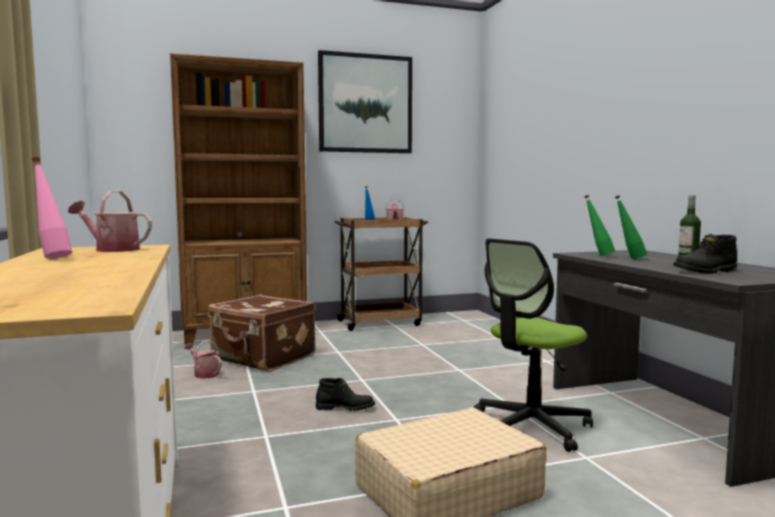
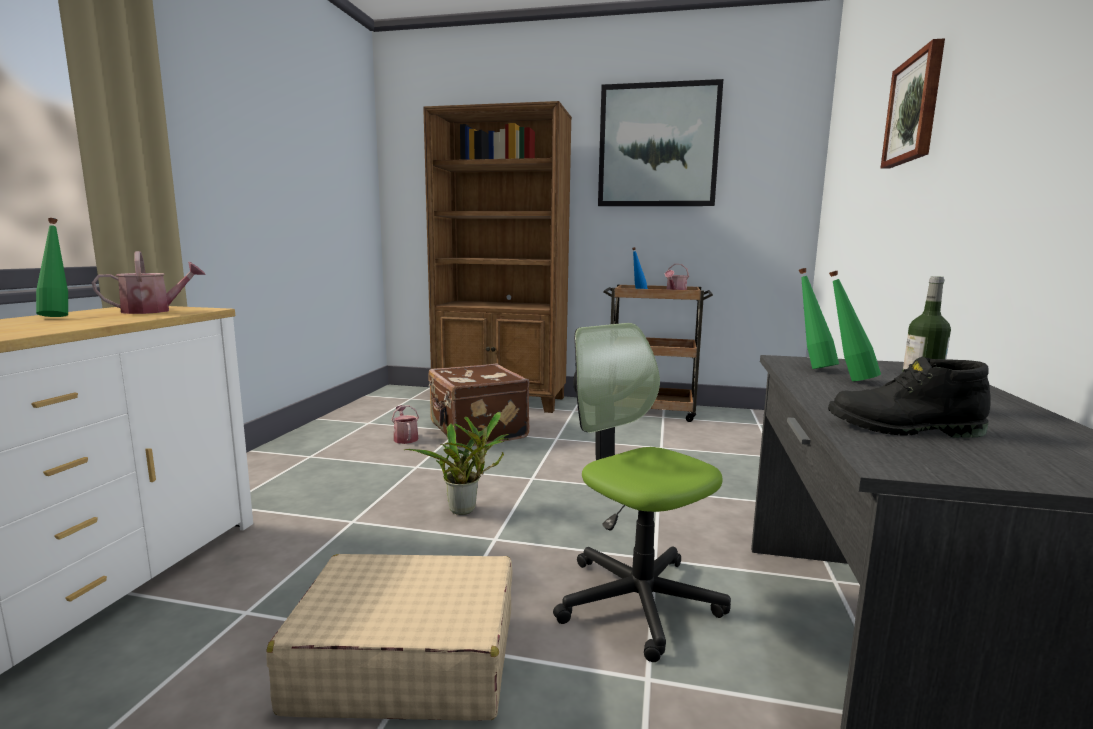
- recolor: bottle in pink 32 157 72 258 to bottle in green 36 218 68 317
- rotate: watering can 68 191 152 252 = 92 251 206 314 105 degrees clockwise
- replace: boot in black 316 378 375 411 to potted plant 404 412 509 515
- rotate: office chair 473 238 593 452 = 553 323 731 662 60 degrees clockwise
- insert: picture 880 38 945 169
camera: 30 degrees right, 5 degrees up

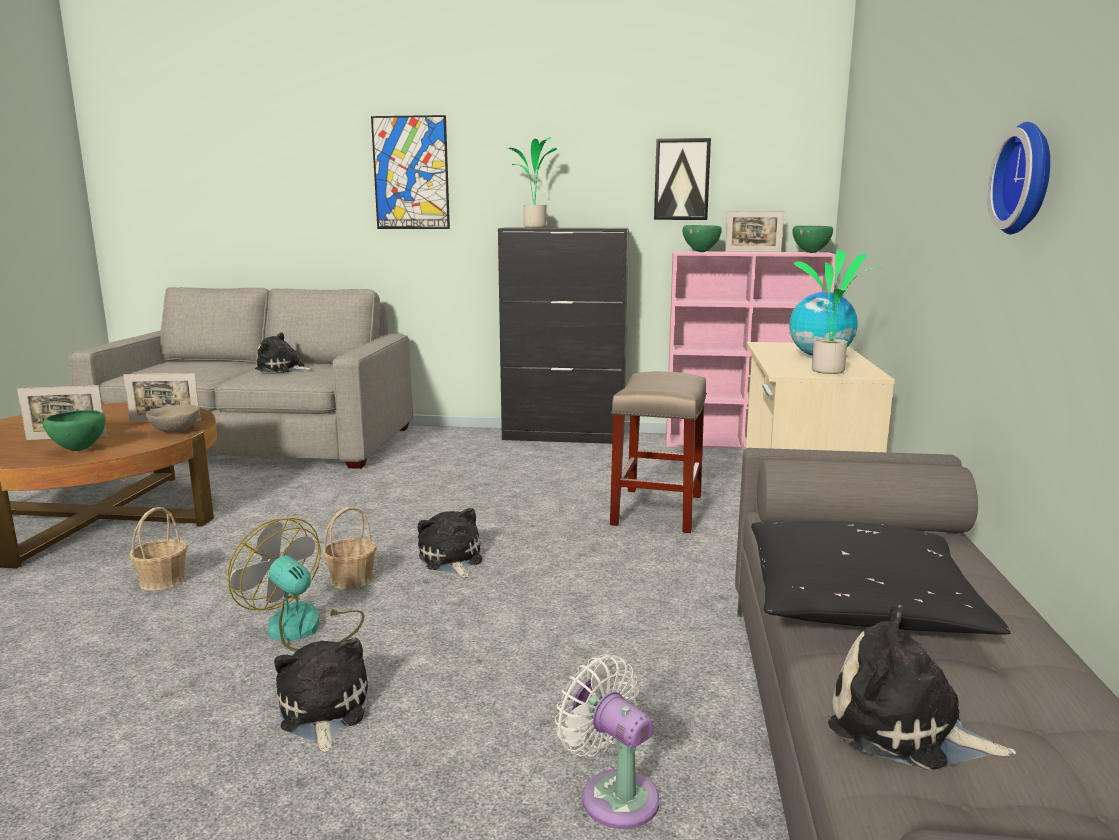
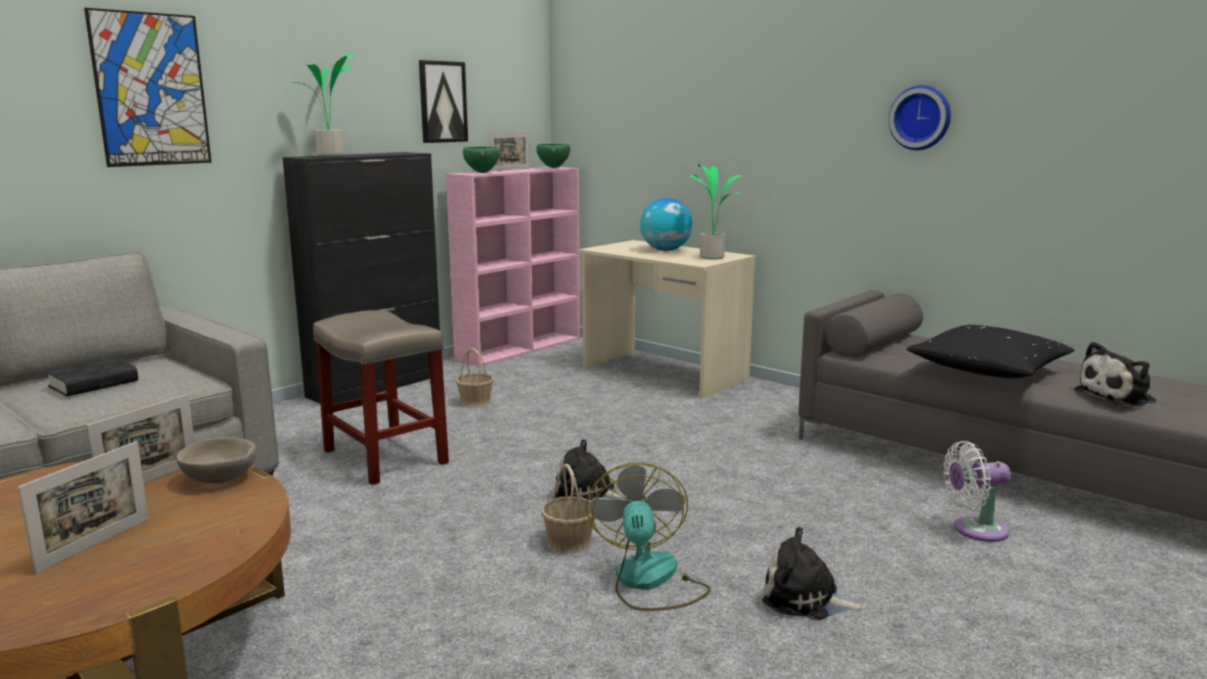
- replace: plush toy 255 332 314 373 to book in black 46 358 138 396
- move: stool in beige 610 371 707 533 to 313 310 449 485
- move: basket 129 507 188 591 to 456 348 494 407
- rotate: fan 228 518 364 651 = 586 462 711 611 105 degrees clockwise
- delete: bowl in green 43 410 105 451
camera: 55 degrees left, 0 degrees up

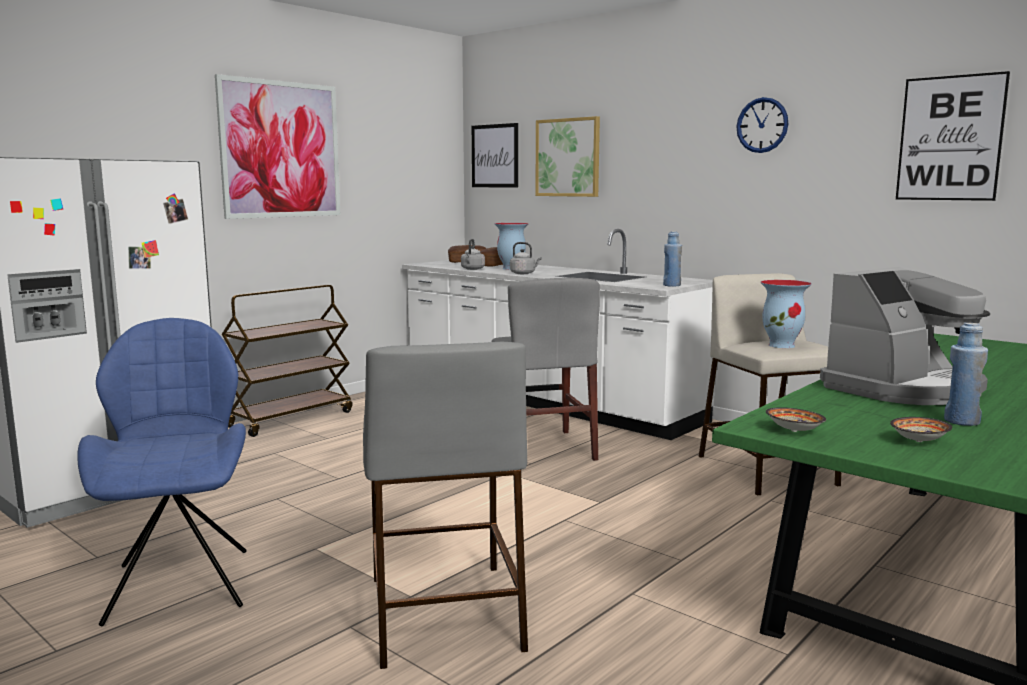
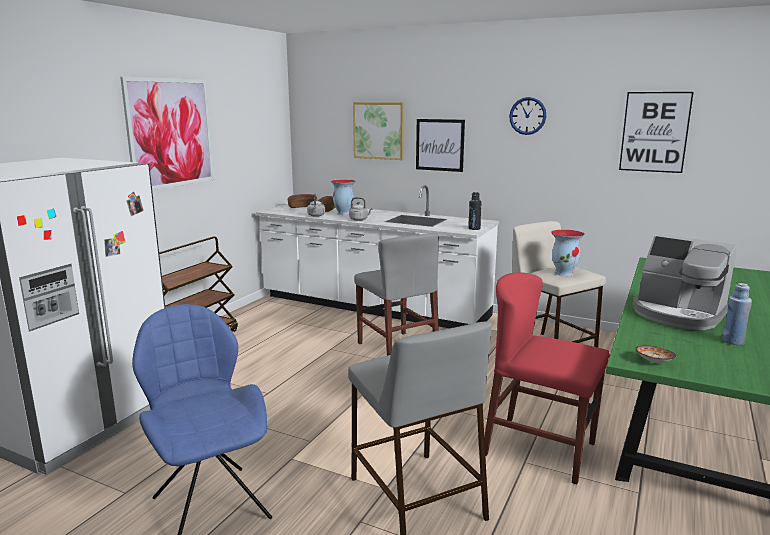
- move: picture 472 123 518 188 to 416 119 465 172
- recolor: bottle in blue 663 231 682 287 to bottle in black 468 192 481 230
- insert: chair in red 484 273 610 484
- rotate: coffee machine 820 267 990 405 = 633 234 737 330 90 degrees clockwise
- delete: bowl 890 417 952 442
camera: 15 degrees left, 5 degrees up

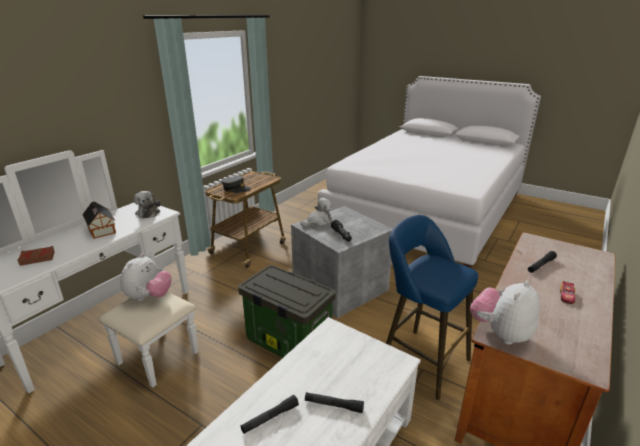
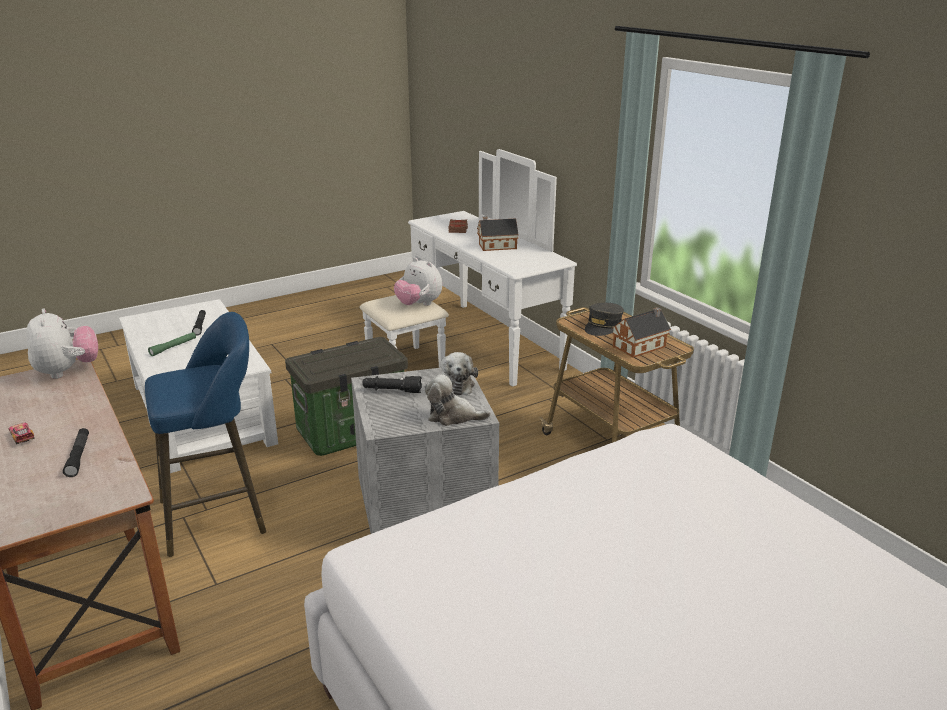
- recolor: flashlight in black 305 392 364 413 to flashlight in green 148 332 196 356
- move: plush toy 134 191 160 219 to 425 374 491 426
- insert: toy house 612 307 671 358
camera: 115 degrees right, 0 degrees up

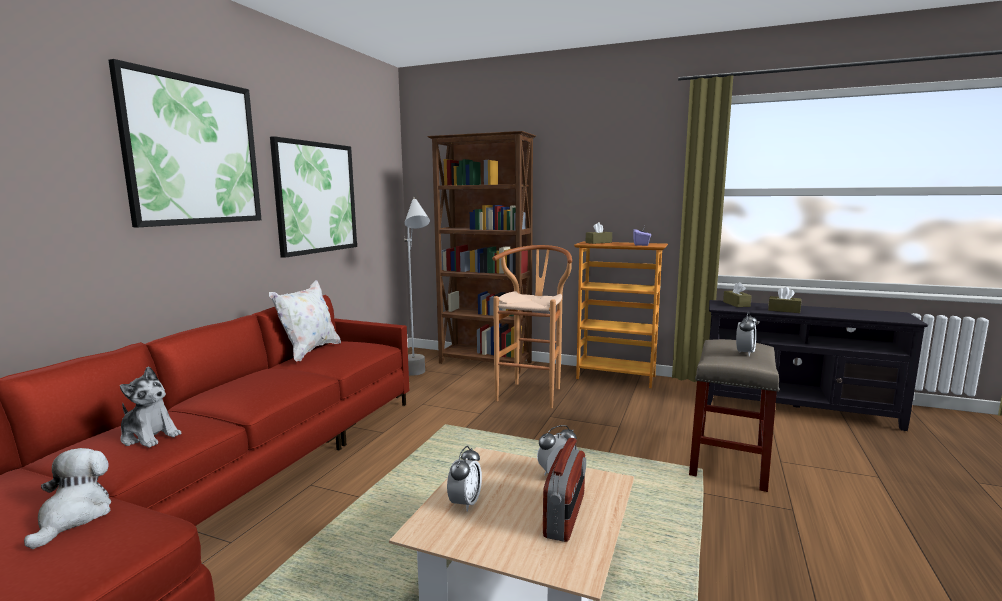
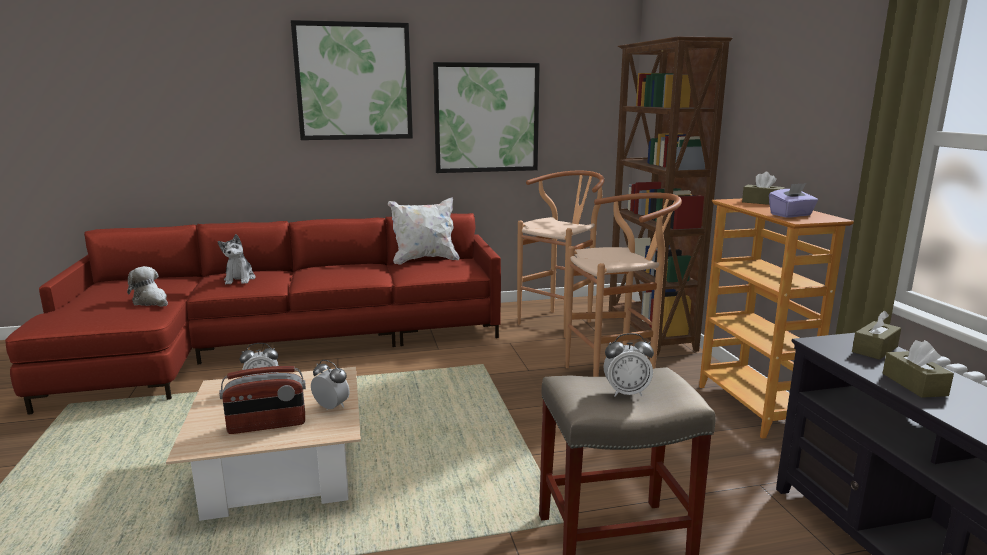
- rotate: plush toy 24 448 111 549 = 127 266 168 307 105 degrees counterclockwise
- replace: floor lamp in grey 404 197 430 376 to stool in brown 517 171 604 338
camera: 55 degrees right, 5 degrees up

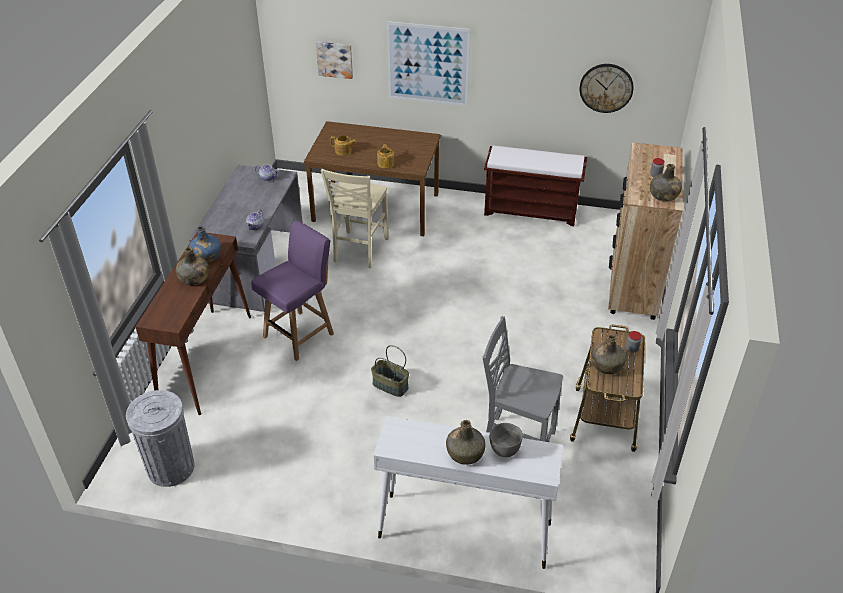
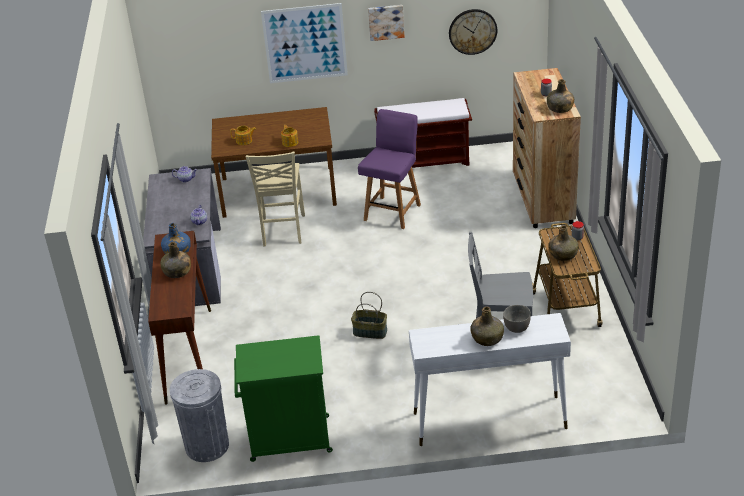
- insert: cabinet in green 234 335 333 462
- move: chair in purple 251 220 334 361 to 358 109 421 229
- move: picture 316 42 353 79 to 368 5 405 41
camera: 15 degrees left, 5 degrees down

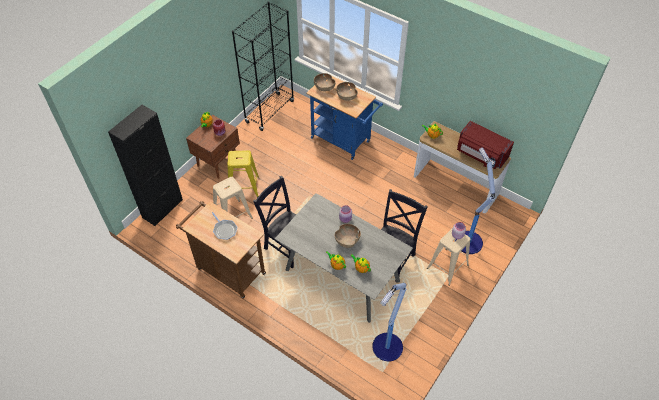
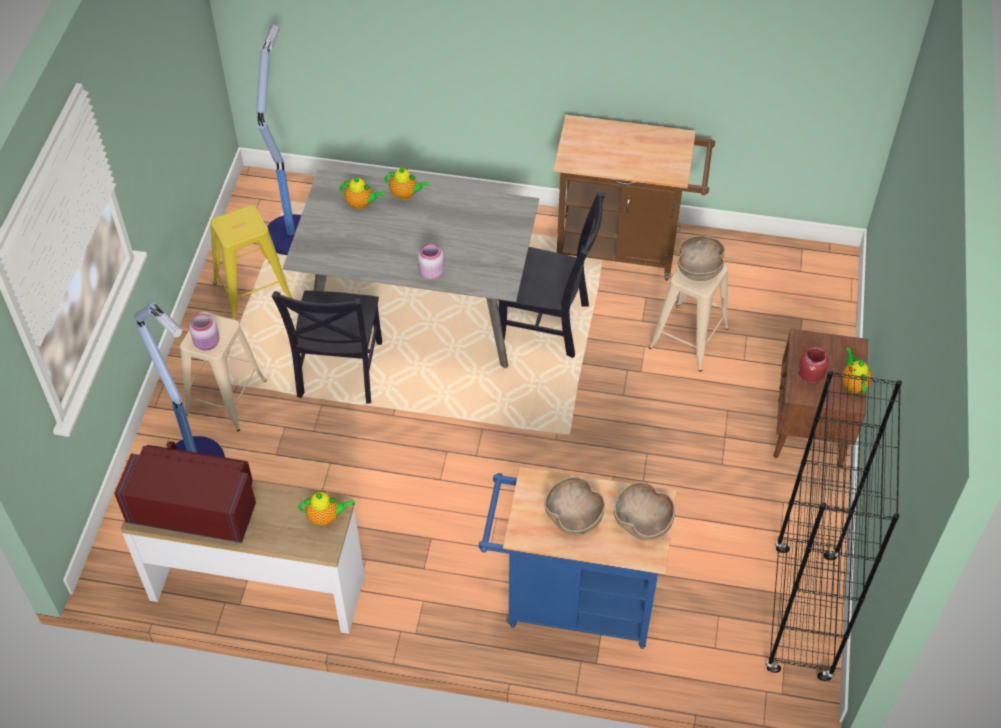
- move: stool in yellow 227 150 259 197 to 210 205 292 320
- move: bowl in brown 335 224 361 248 to 678 235 725 281
- delete: cabinet in black 108 105 183 226
- delete: frying pan 212 212 237 240
camera: 155 degrees right, 0 degrees up

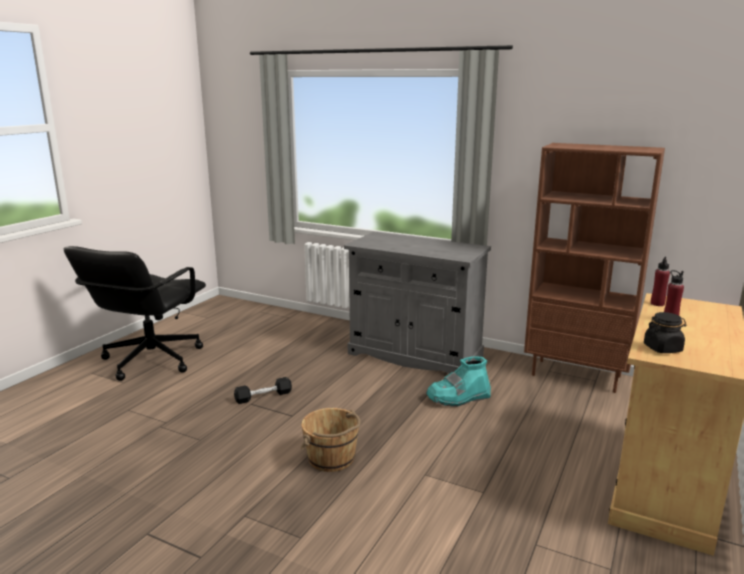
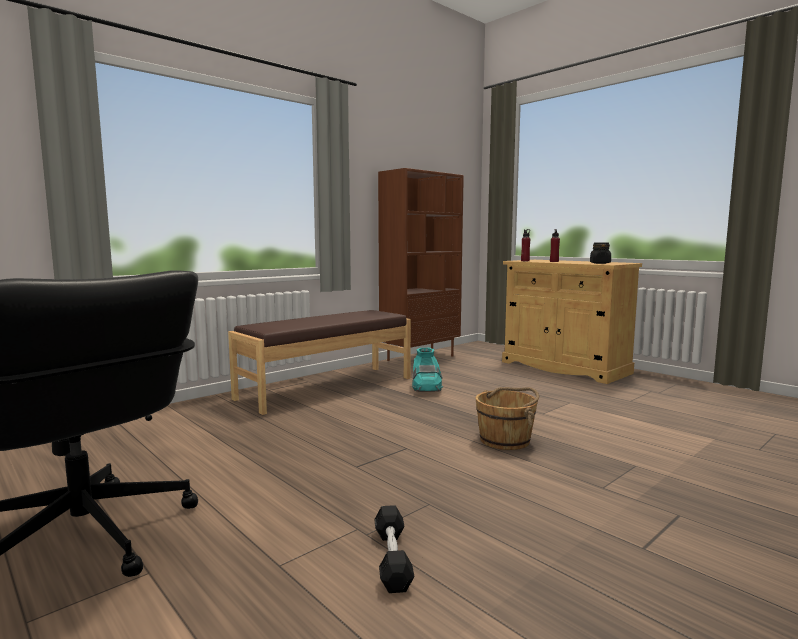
- replace: cabinet in grey 344 232 491 374 to bench in brown 228 310 411 415
- move: dumbbell in black 234 377 292 404 to 374 505 415 593
camera: 70 degrees left, 10 degrees down

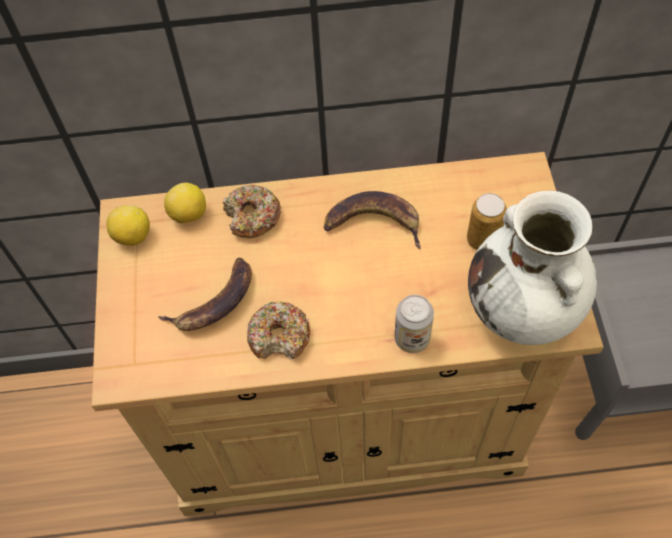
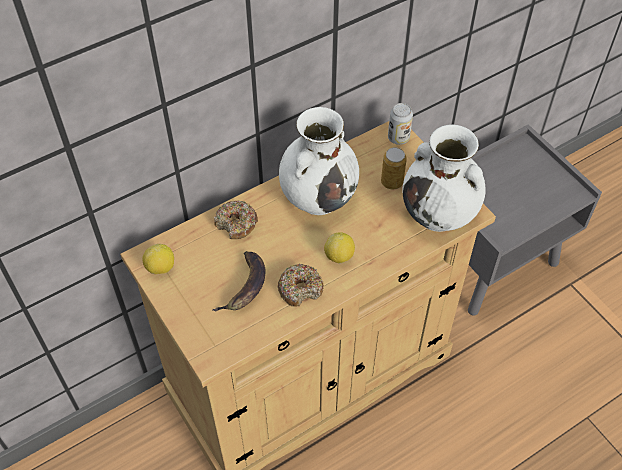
- replace: banana 324 191 421 249 to vase in white 279 107 359 215
- move: lemon 164 183 206 223 to 324 232 355 264
- move: can 395 295 434 353 to 388 103 413 145
camera: 30 degrees left, 5 degrees down

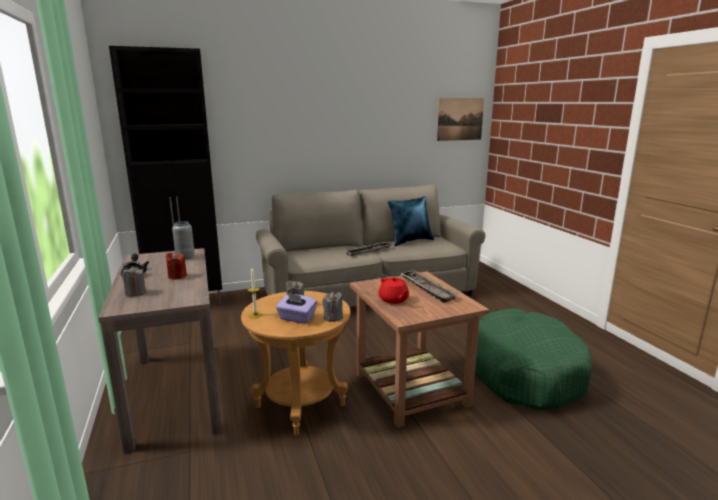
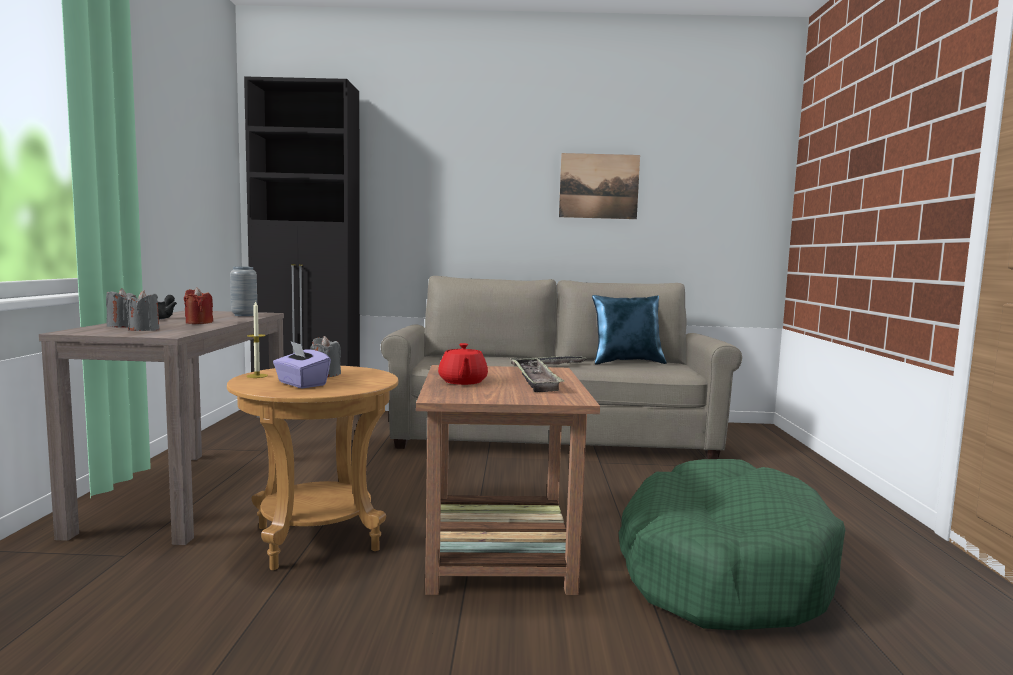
- move: candle in grey 323 292 343 322 to 127 291 159 331
- move: picture 437 98 484 141 to 559 153 640 219
camera: 20 degrees right, 10 degrees down

